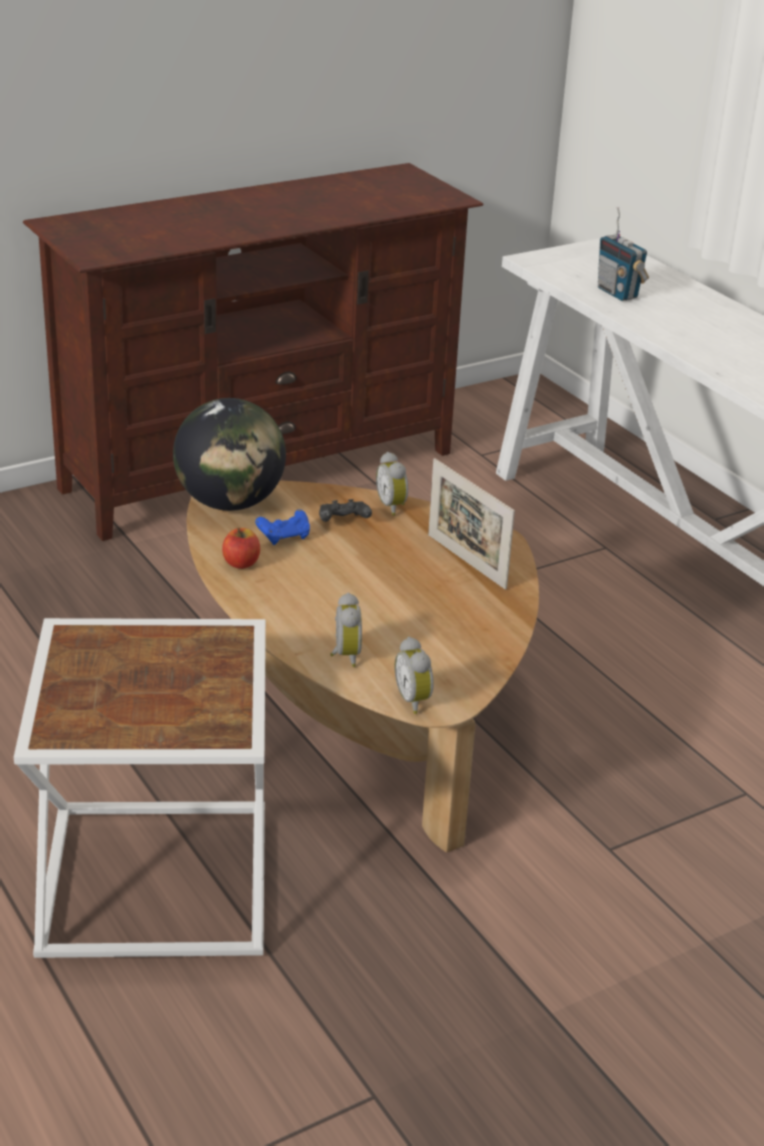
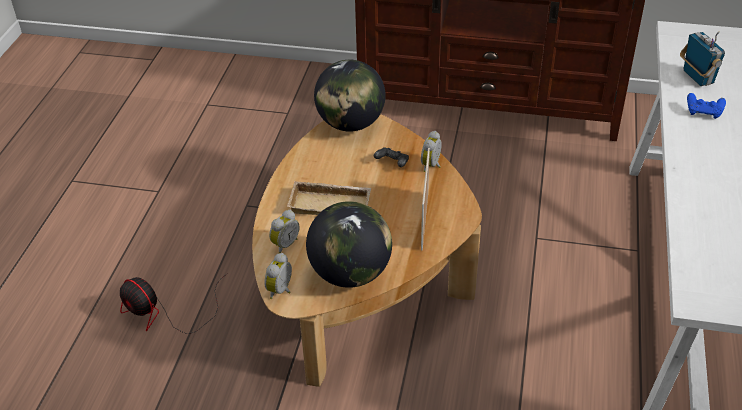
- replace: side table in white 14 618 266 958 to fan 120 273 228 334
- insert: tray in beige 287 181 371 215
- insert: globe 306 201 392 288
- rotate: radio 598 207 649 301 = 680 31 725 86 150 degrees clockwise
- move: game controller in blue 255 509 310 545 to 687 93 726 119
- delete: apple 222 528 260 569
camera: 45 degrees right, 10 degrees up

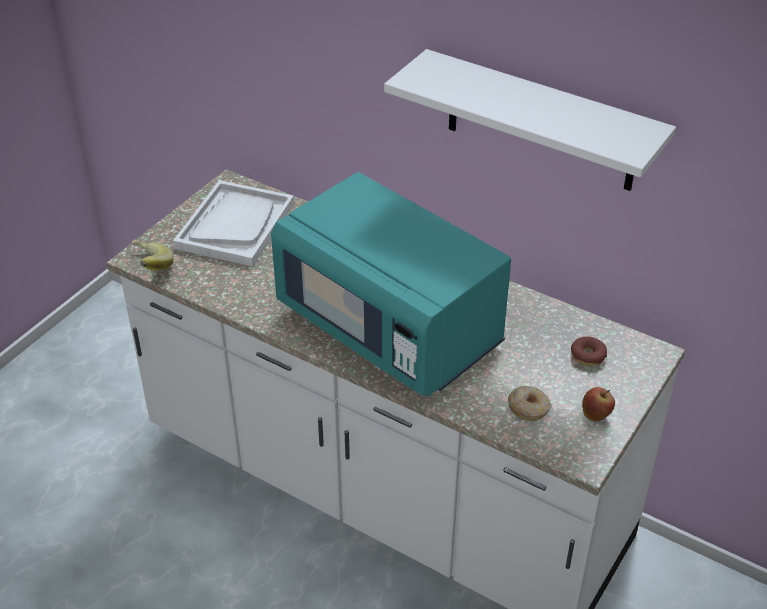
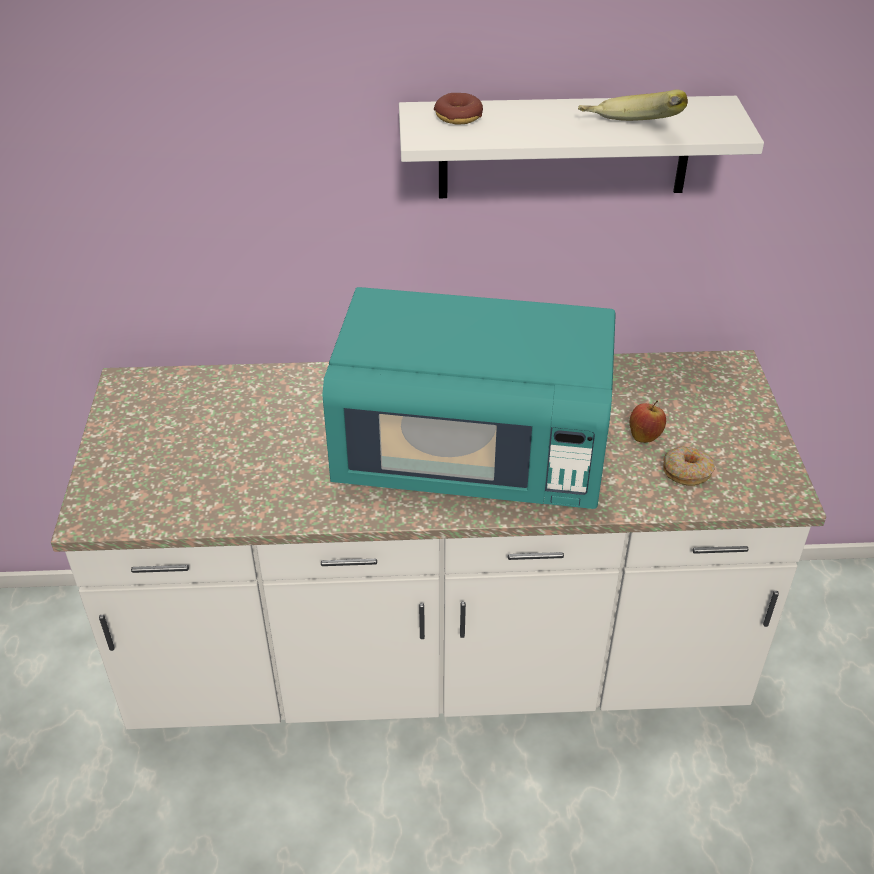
- move: donut 571 336 607 365 to 434 93 483 125
- move: banana 132 239 174 271 to 578 90 688 121
- move: apple 582 387 615 421 to 630 401 666 443
- delete: tray in white 173 180 294 267
camera: 35 degrees left, 0 degrees up

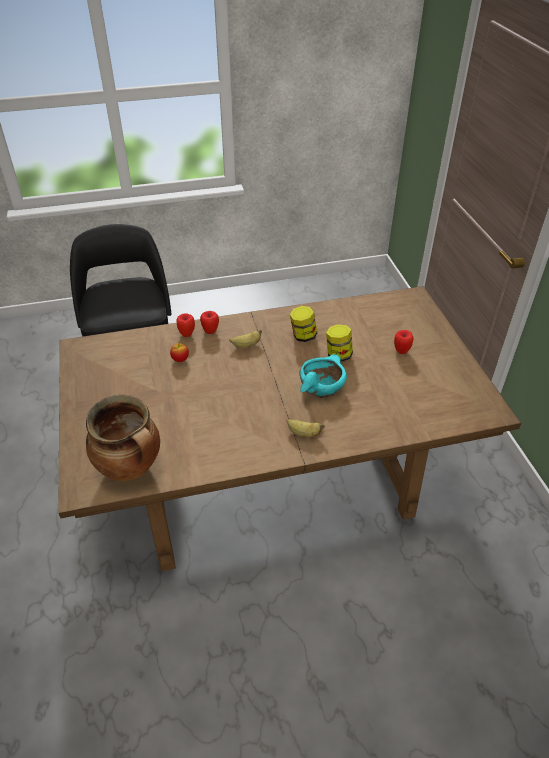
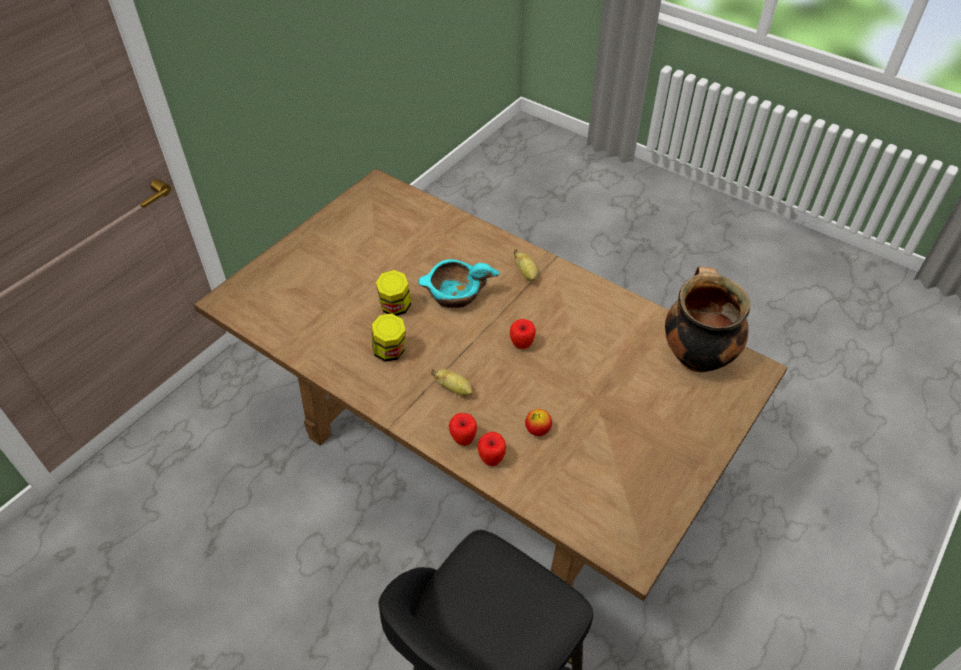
- move: apple 394 330 413 354 to 510 319 536 349
camera: 130 degrees left, 5 degrees up

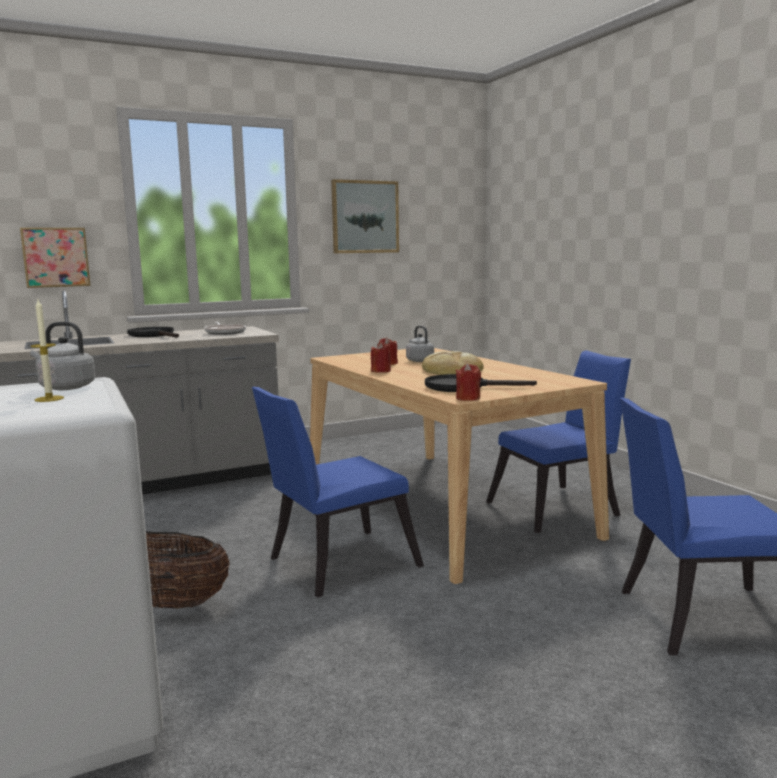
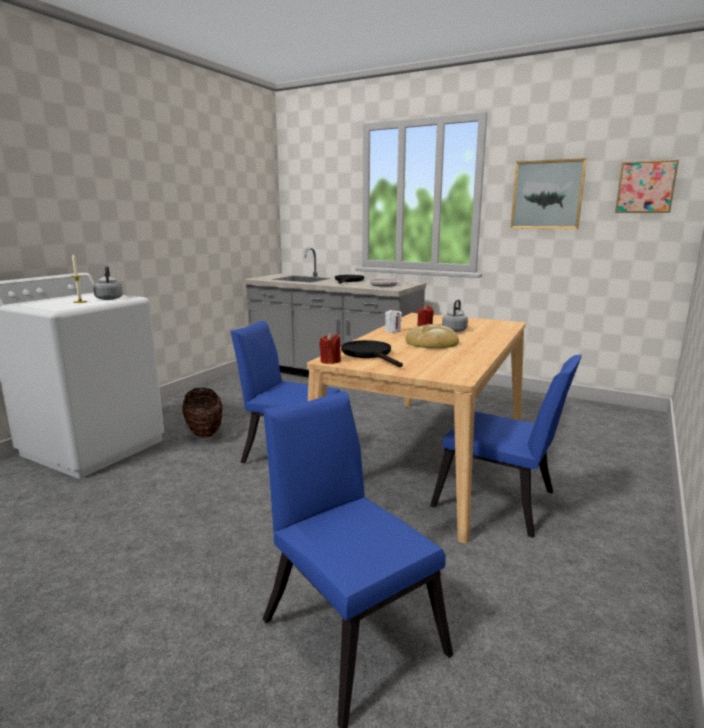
- recolor: candle in red 371 343 391 373 to candle in white 385 308 402 332
- move: picture 20 228 91 288 to 615 159 679 213
camera: 55 degrees right, 5 degrees up

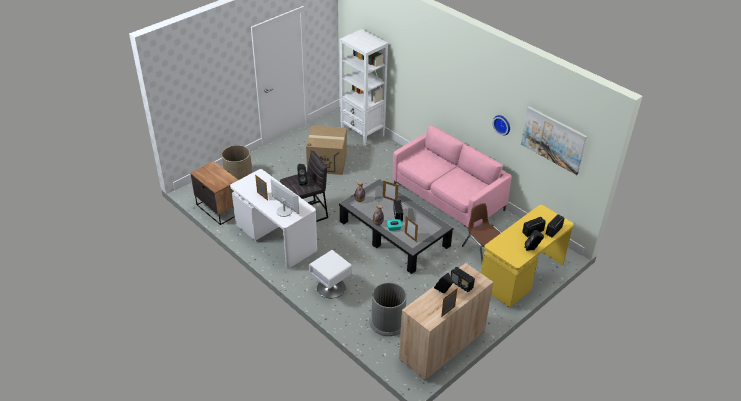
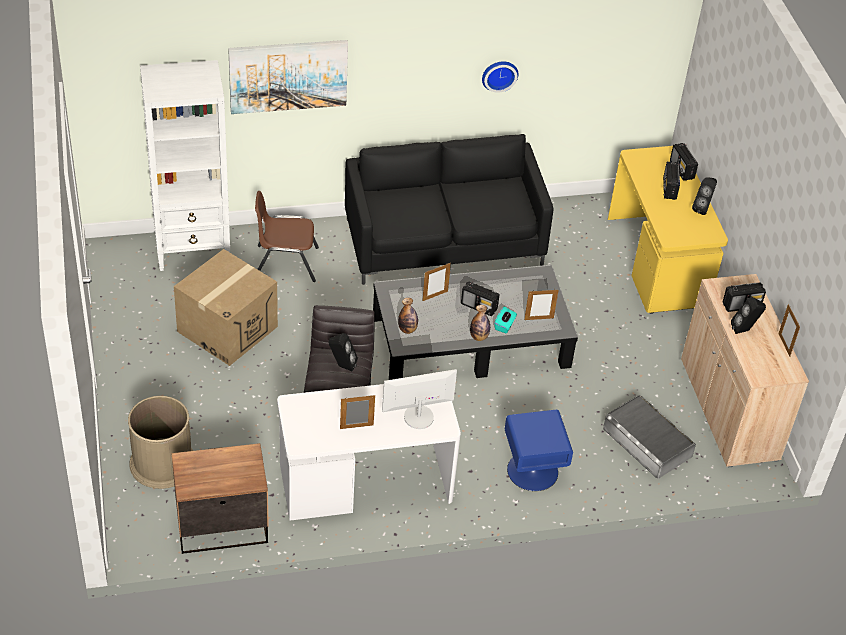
- move: picture 521 107 587 175 to 228 40 348 114
- move: chair in brown 462 203 502 262 to 255 191 319 282
- recolor: sofa in pink 393 125 512 228 to sofa in black 345 134 553 285
- recolor: nightstand in white 309 250 352 298 to nightstand in blue 505 410 573 491
- replace: trash can in grey 369 282 407 336 to storage box in grey 603 395 696 479
camera: 60 degrees left, 5 degrees up

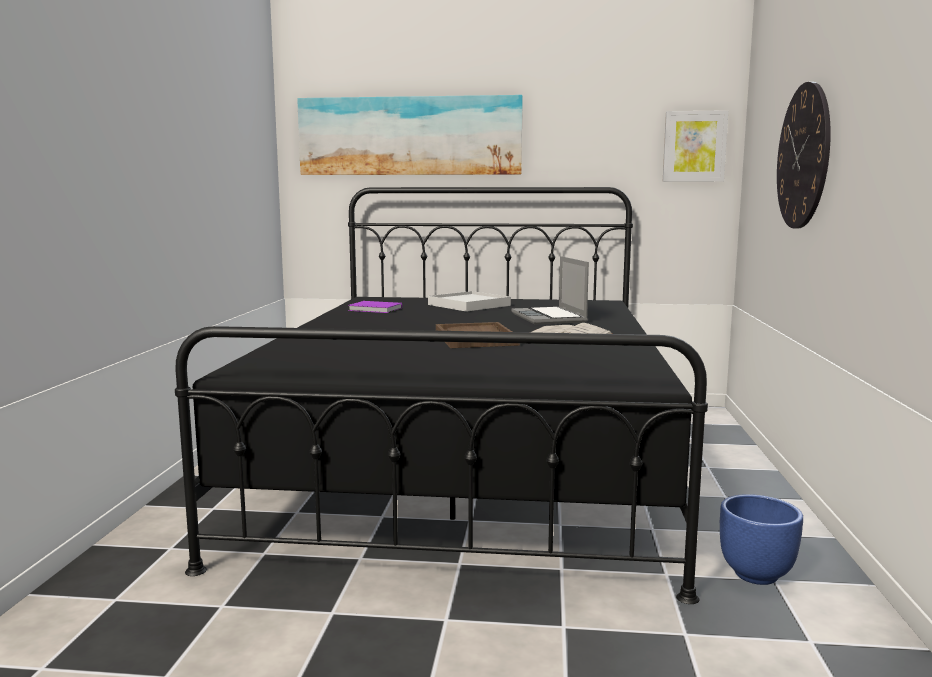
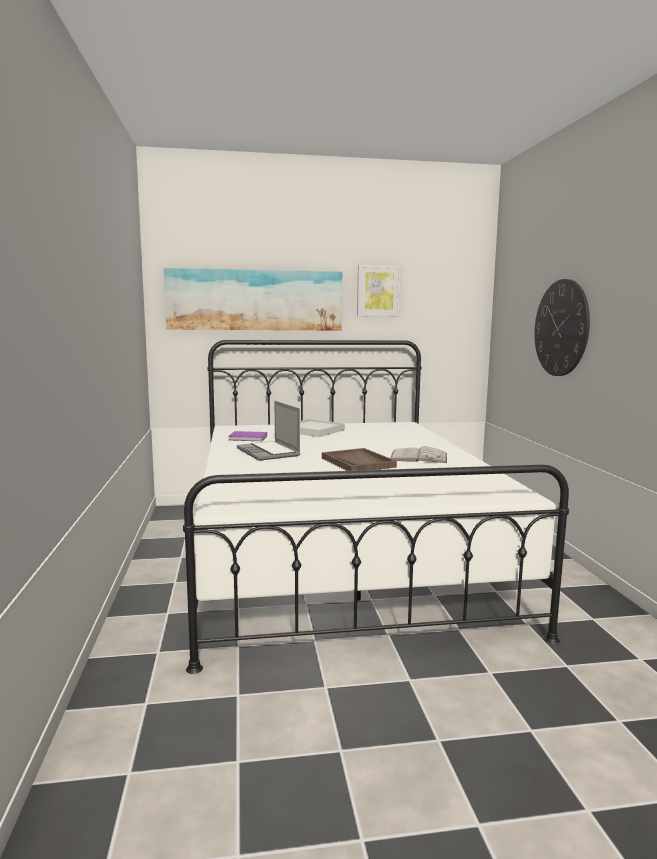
- recolor: bed in black 175 187 708 604 to bed in white 183 340 569 674
- move: laptop 511 256 589 325 to 237 401 300 461
- move: picture 663 110 728 182 to 357 265 401 317
- delete: planter in blue 720 494 803 585
camera: 15 degrees left, 0 degrees up

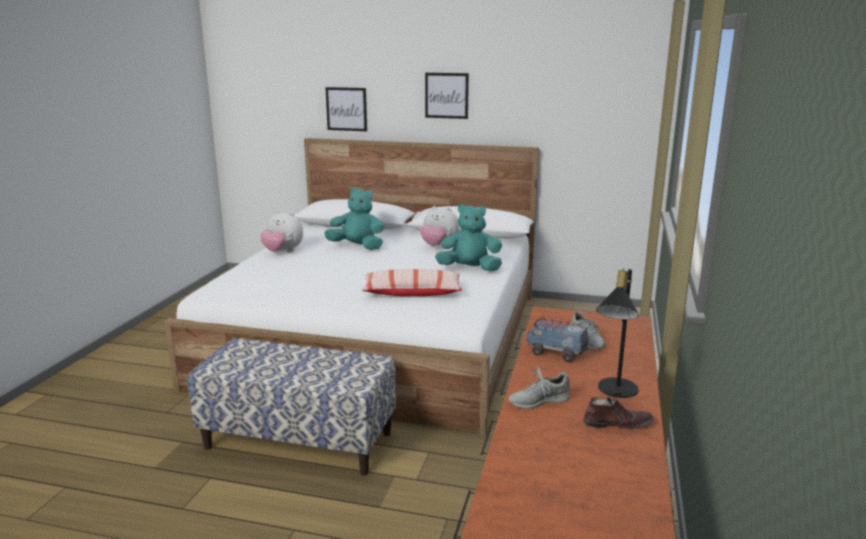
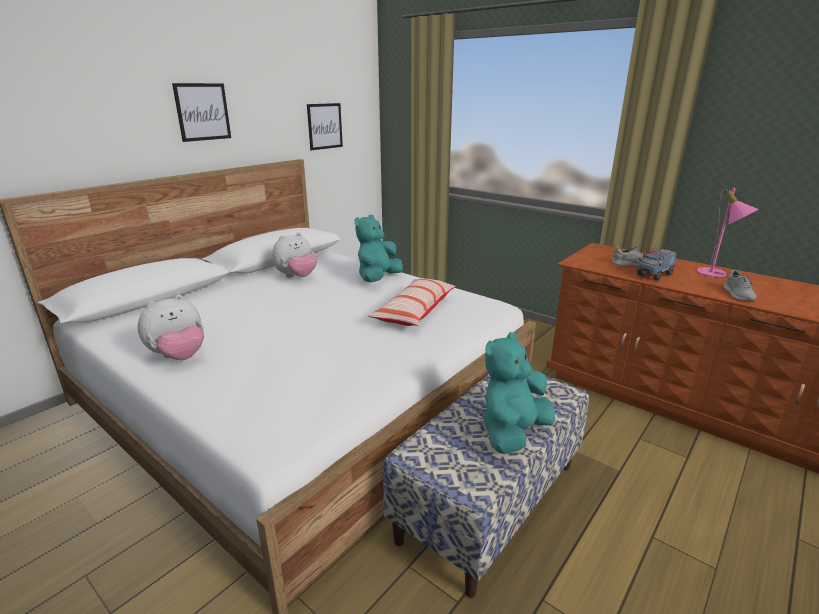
- move: picture 325 87 367 131 to 307 103 343 150
- move: plush toy in turquoise 324 187 384 250 to 484 332 555 454
- recolor: table lamp in black 596 268 639 398 to table lamp in pink 697 188 758 277
- delete: shoe in brown 583 396 654 429
camera: 65 degrees left, 5 degrees up

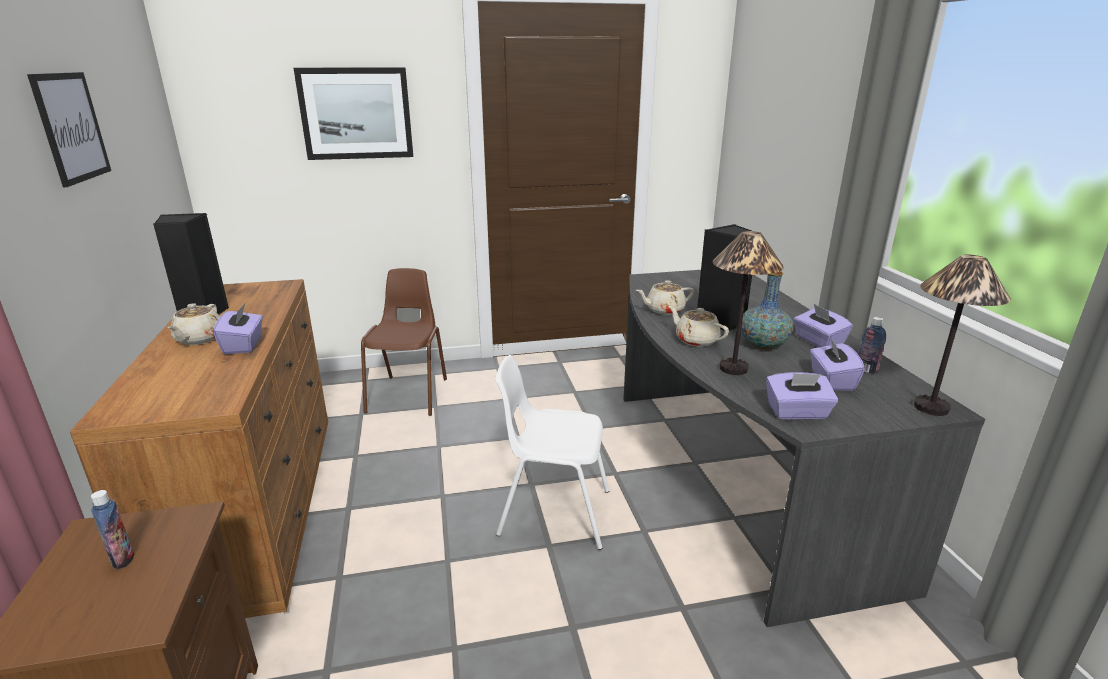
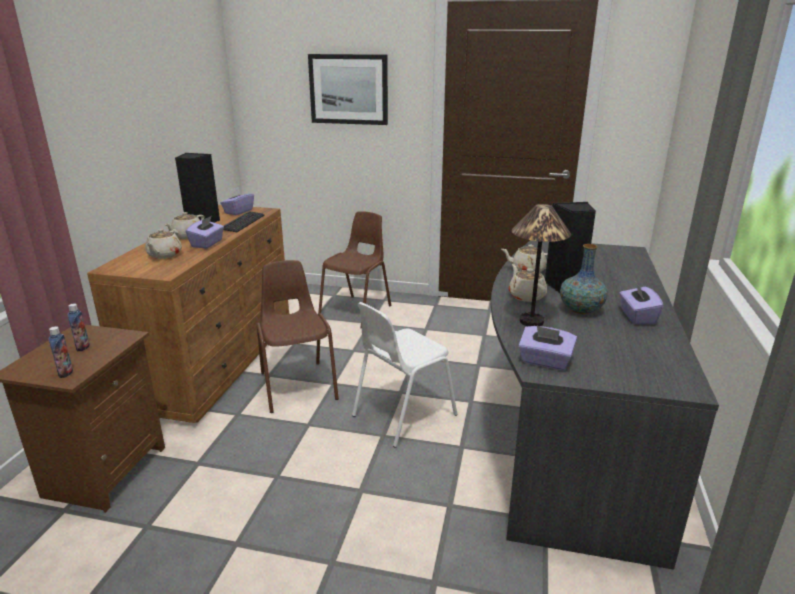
- move: bottle 858 317 886 374 to 49 326 73 378
- insert: teapot in beige 145 229 182 259
- move: tissue box in purple 810 337 865 391 to 220 187 254 215
- insert: keyboard 223 211 264 232
- insert: chair in brown 257 260 339 413
- rotate: chair in white 495 355 609 550 = 352 302 457 448 75 degrees counterclockwise
- delete: picture 27 72 111 187
- delete: table lamp 914 255 1011 416
camera: 25 degrees right, 0 degrees up

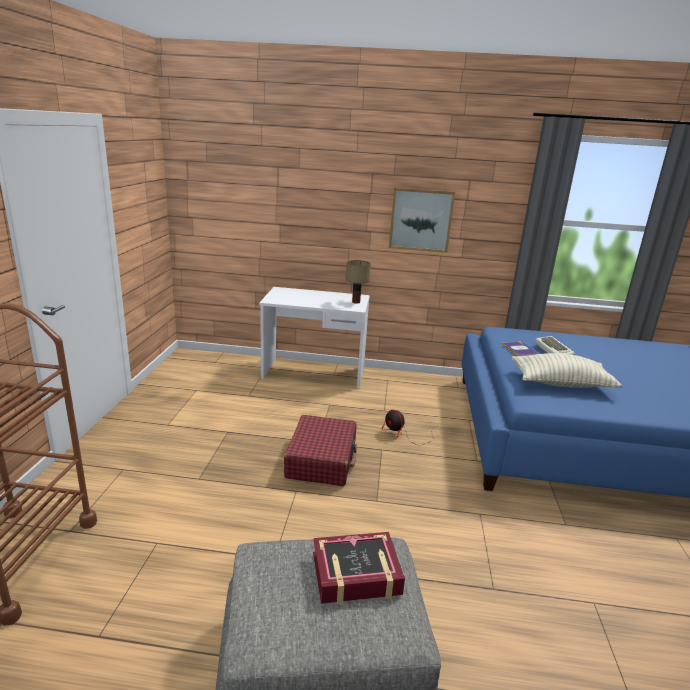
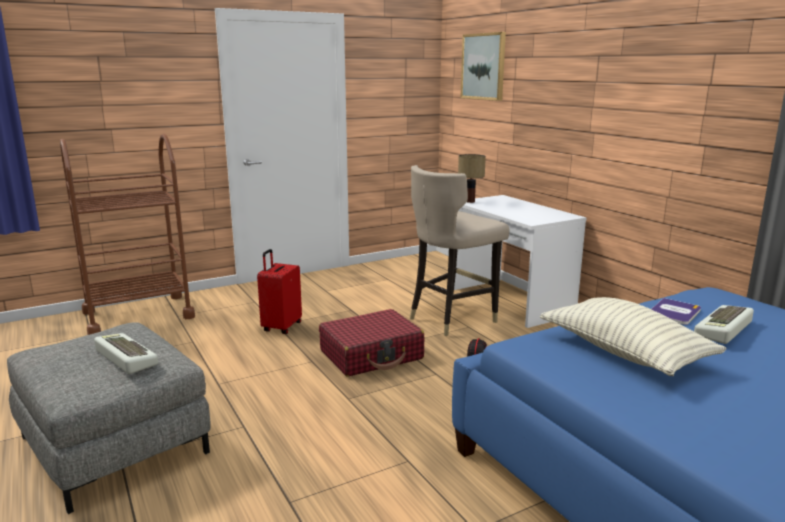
- replace: book 313 532 405 604 to keyboard 94 333 158 374
- insert: suitcase in red 257 249 302 334
- insert: stool in beige 410 165 509 336
- move: table lamp 346 260 371 304 to 458 154 486 203
- move: picture 389 187 455 253 to 461 32 506 101
camera: 55 degrees right, 5 degrees down

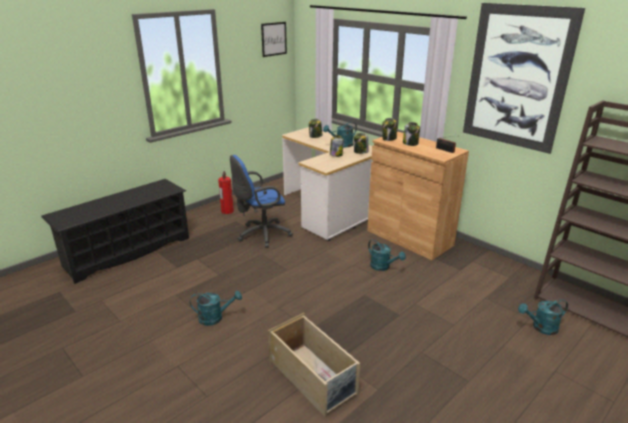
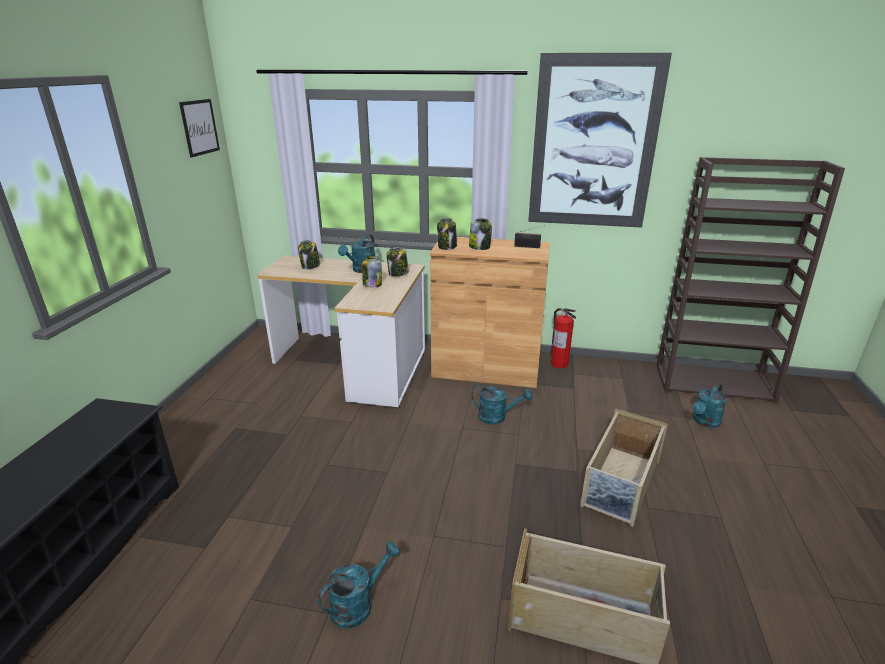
- move: fire extinguisher 218 171 234 214 to 551 308 576 368
- insert: storage box in beige 580 408 668 527
- delete: office chair in blue 230 155 293 248
camera: 35 degrees left, 0 degrees up

